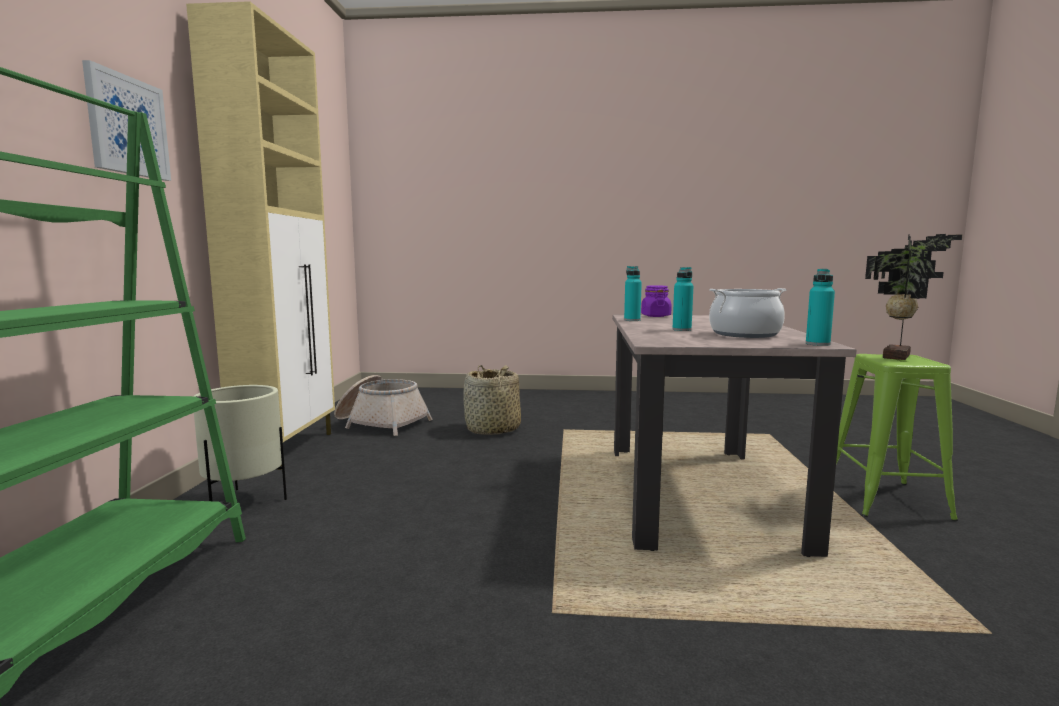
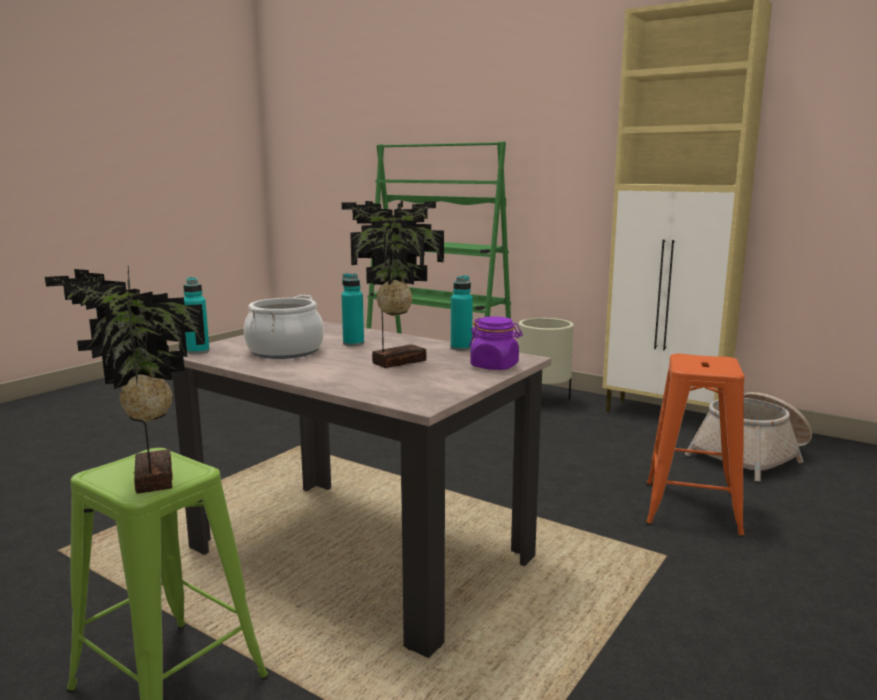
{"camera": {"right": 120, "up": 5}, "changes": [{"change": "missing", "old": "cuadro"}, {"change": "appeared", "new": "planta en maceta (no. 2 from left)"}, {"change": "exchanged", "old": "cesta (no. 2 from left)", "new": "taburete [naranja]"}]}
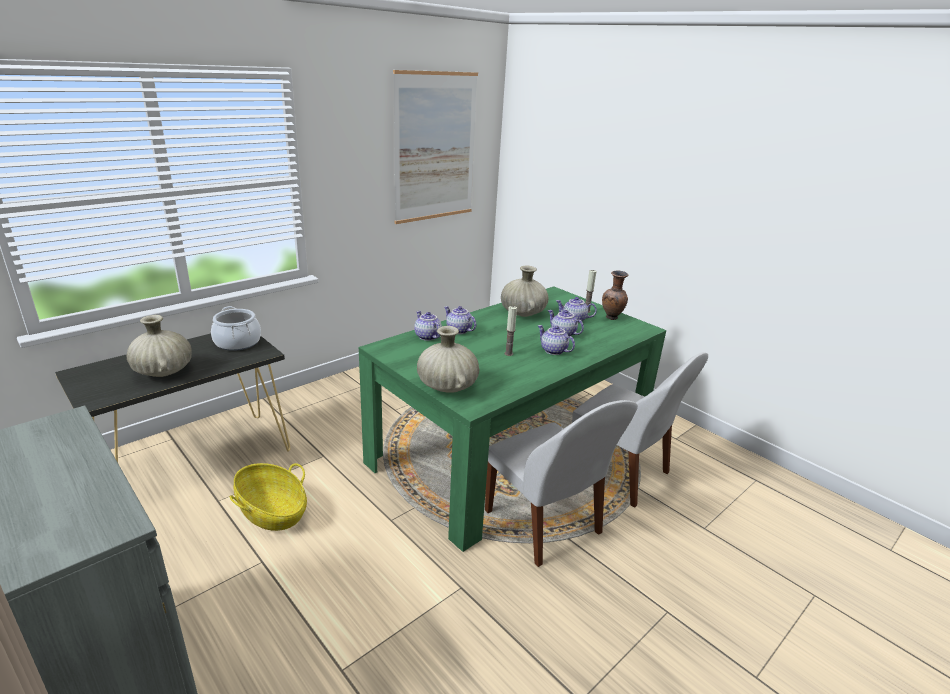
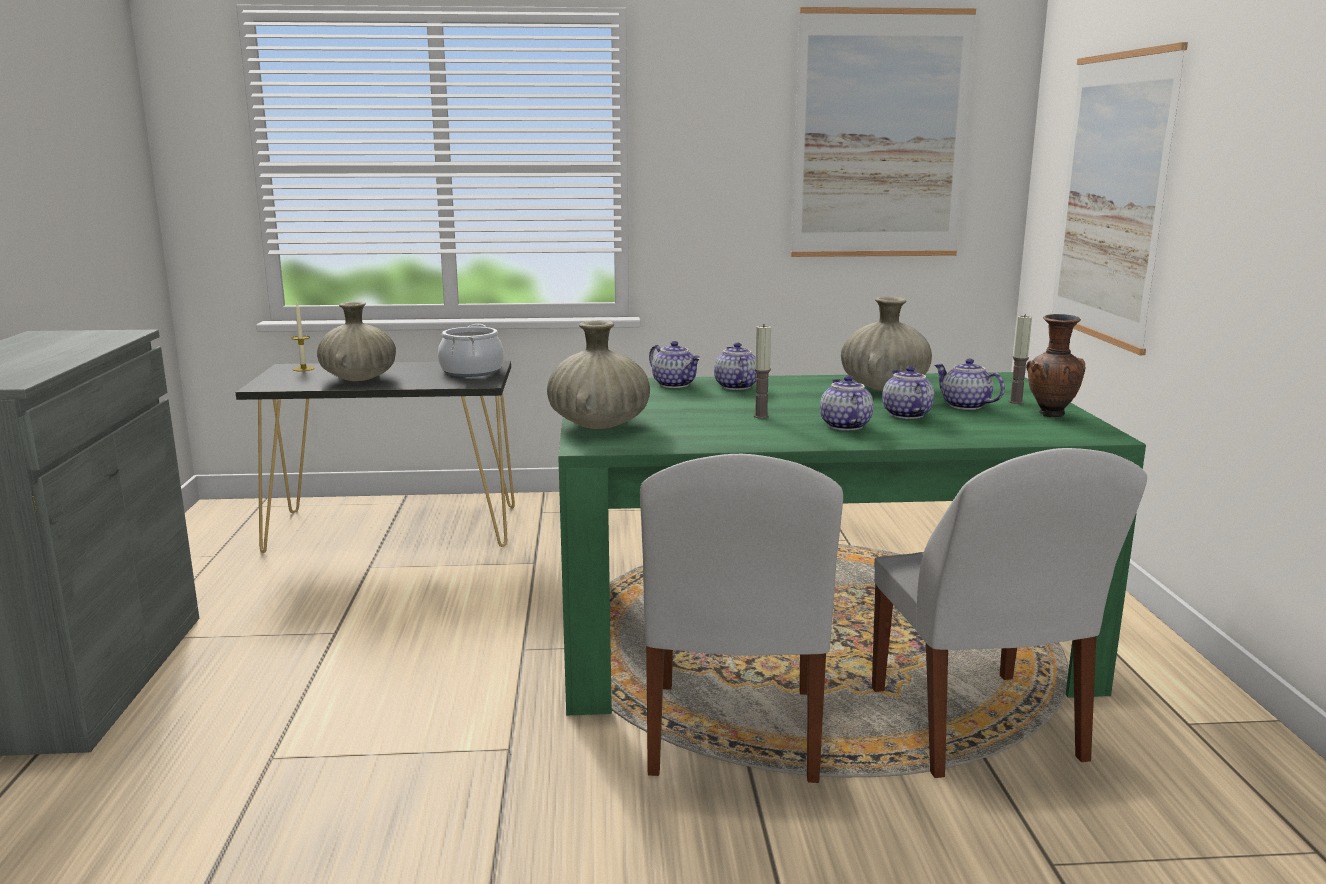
{"camera": {"right": 40, "up": -10}, "changes": [{"change": "missing", "old": "cesta"}, {"change": "appeared", "new": "vela (no. 1 from left)"}, {"change": "appeared", "new": "cuadro (no. 2 from left)"}, {"change": "spun", "old": "tetera (no. 1 from left)", "degrees": 135}]}
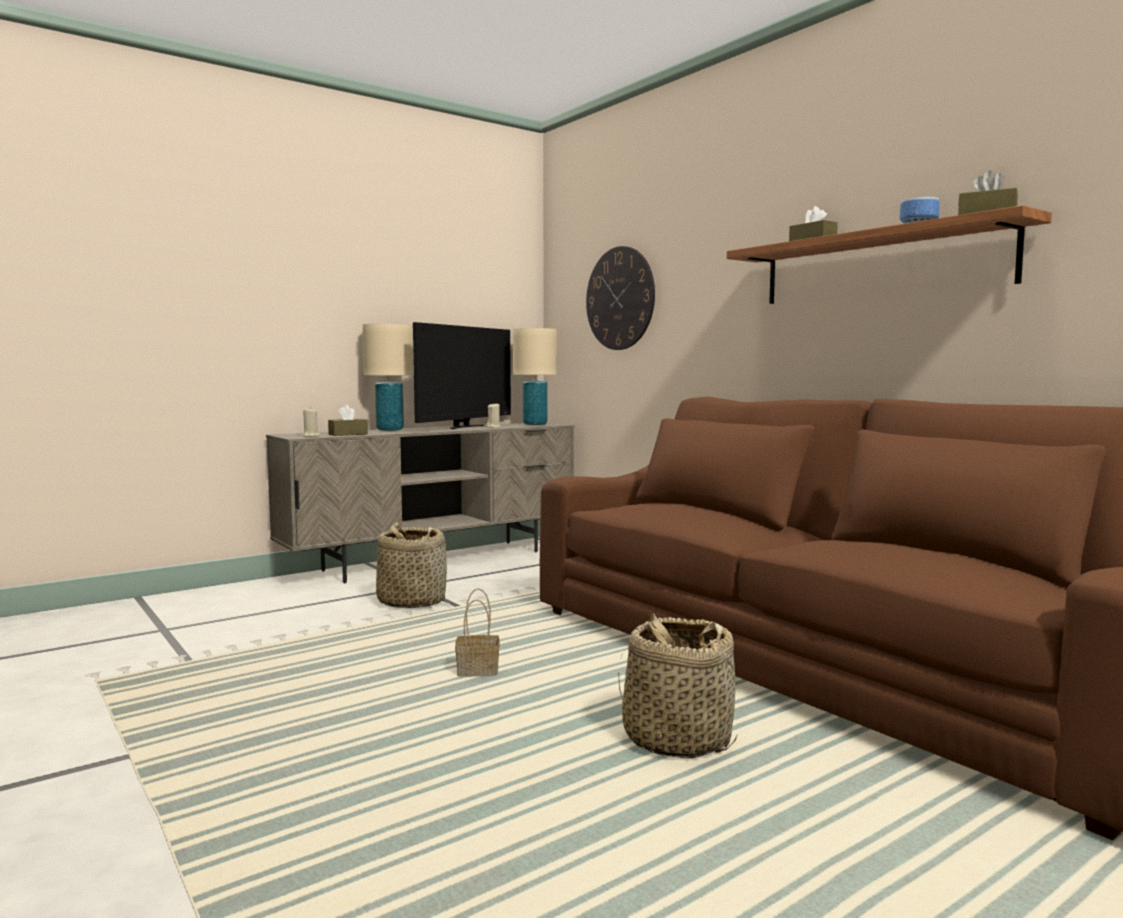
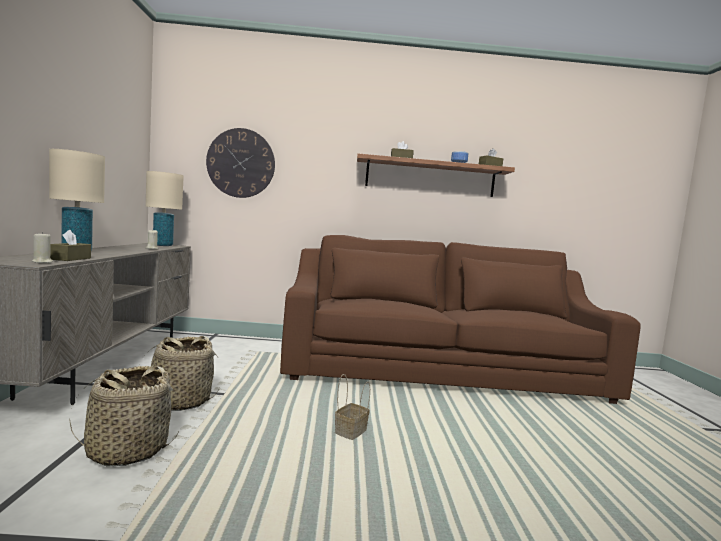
{"camera": {"right": -55, "up": 0}, "changes": [{"change": "missing", "old": "televisor"}, {"change": "relocated", "old": "cesta (no. 3 from left in the first image)", "new": "cesta (no. 1 from left)"}]}
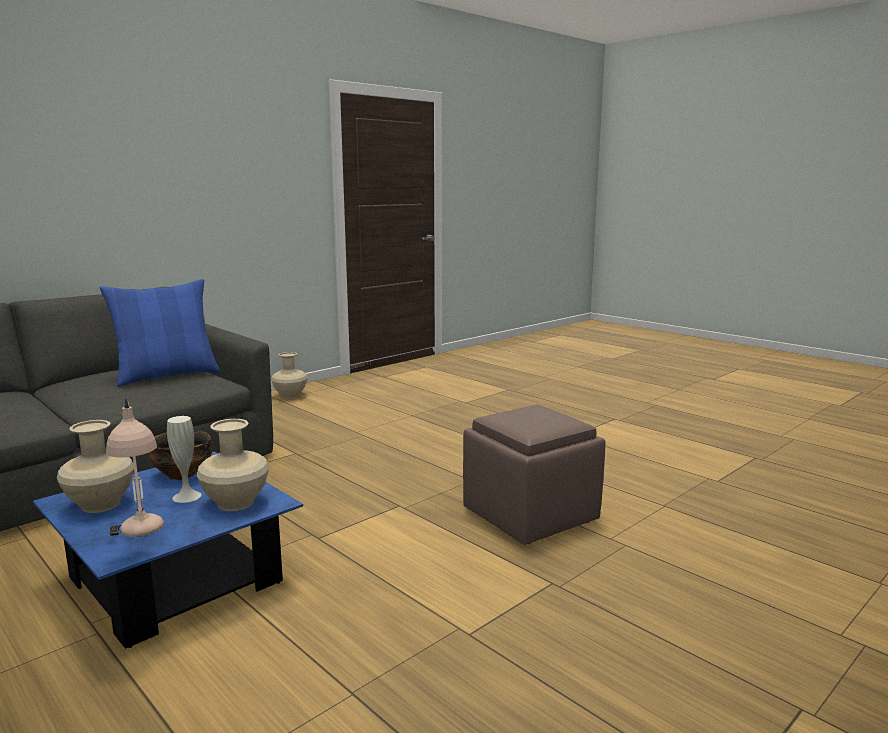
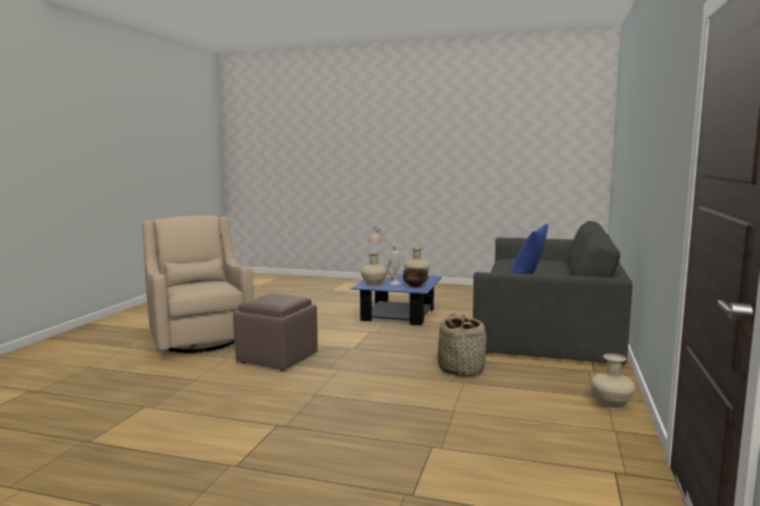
{"camera": {"right": 150, "up": -5}, "changes": [{"change": "appeared", "new": "sillón [beis]"}, {"change": "appeared", "new": "cesta"}]}
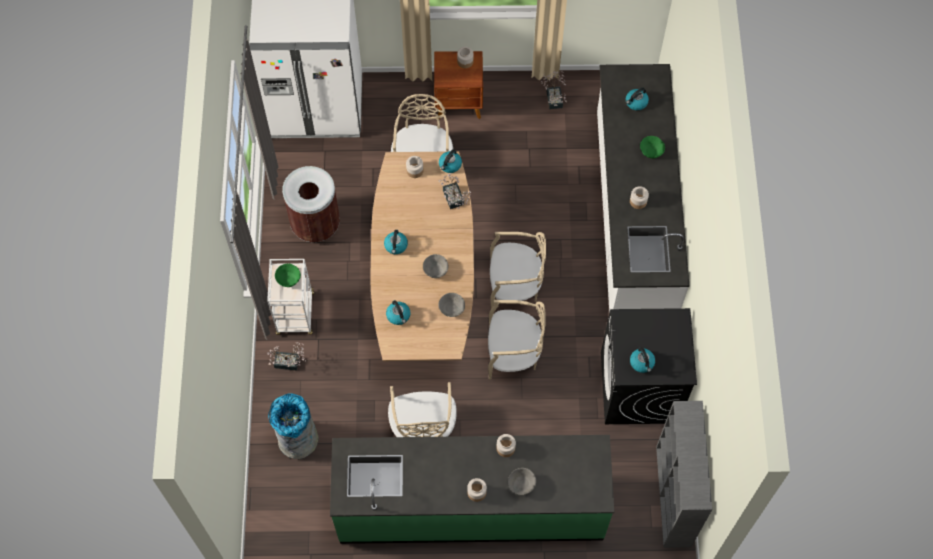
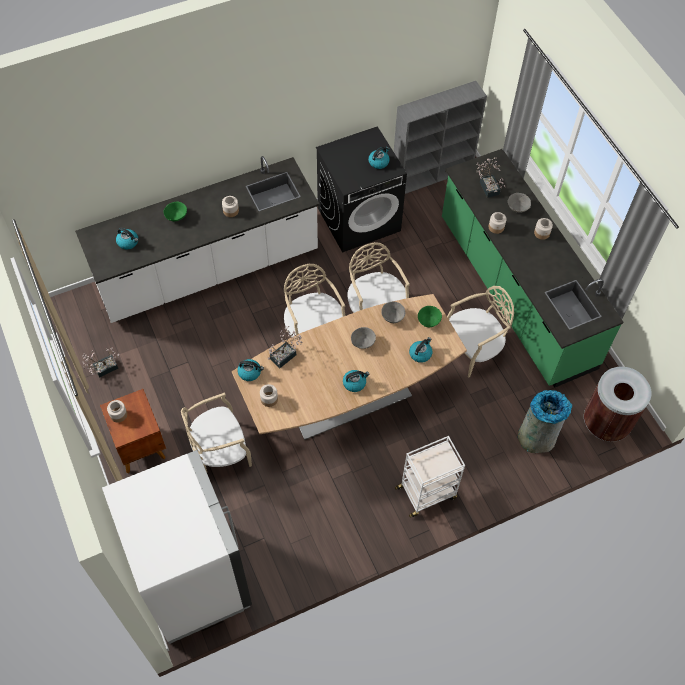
{"camera": {"right": -115, "up": -5}, "changes": [{"change": "relocated", "old": "planta en maceta (no. 1 from left in the first image)", "new": "planta en maceta (no. 3 from left)"}, {"change": "relocated", "old": "cuenco [verde] (no. 1 from left in the first image)", "new": "cuenco [verde] (no. 2 from left)"}, {"change": "relocated", "old": "papelera [marrón]"}]}
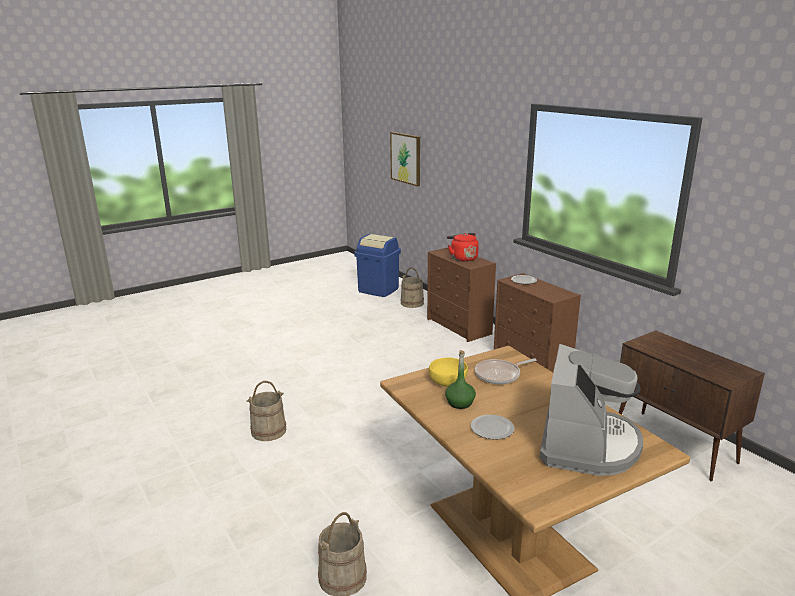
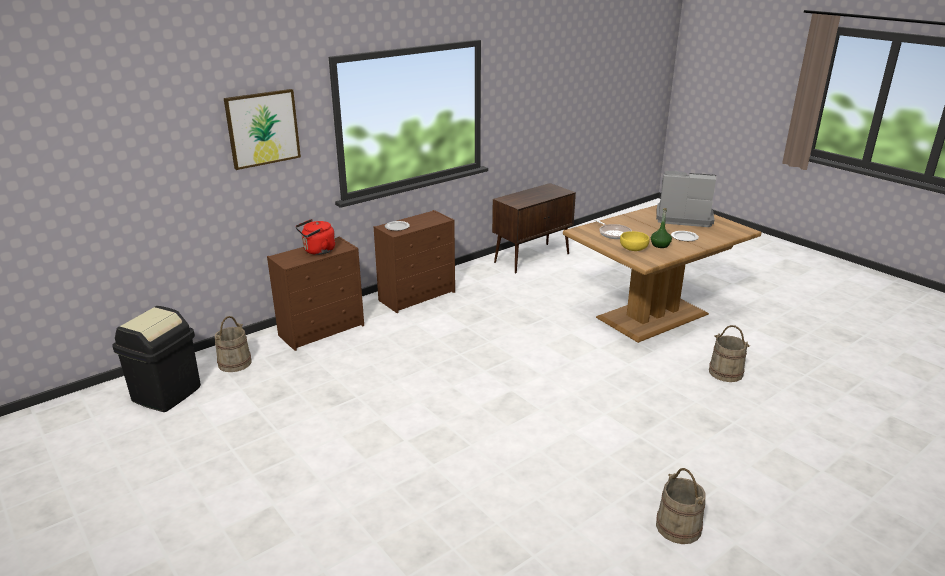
{"camera": {"right": -95, "up": 5}, "changes": [{"change": "relocated", "old": "cubo [beis] (no. 1 from left in the first image)", "new": "cubo [beis] (no. 2 from left)"}, {"change": "relocated", "old": "cuadro"}, {"change": "colour", "old": "papelera [azul]", "new": "papelera [negro]"}]}
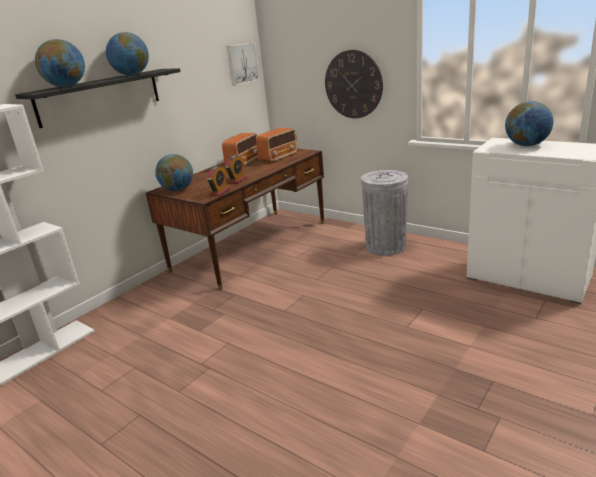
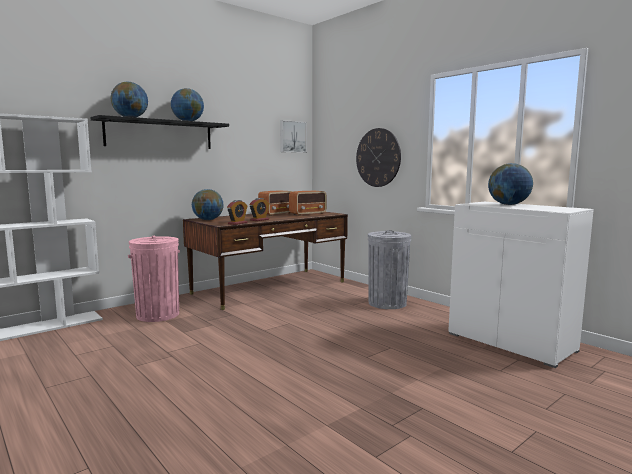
{"camera": {"right": 10, "up": -15}, "changes": [{"change": "appeared", "new": "papelera [rosa]"}]}
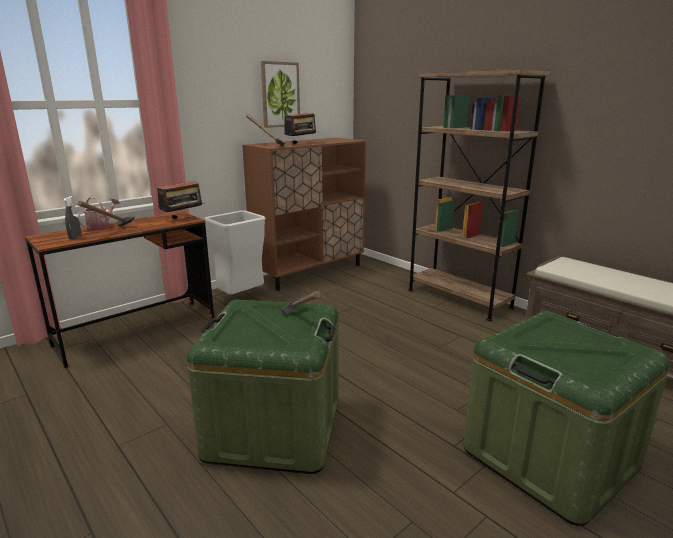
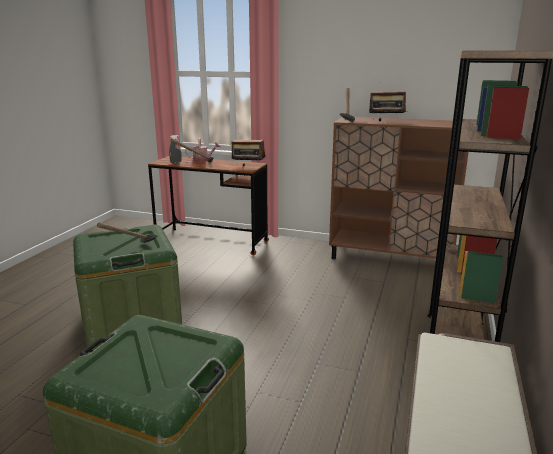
{"camera": {"right": 60, "up": 0}, "changes": [{"change": "missing", "old": "papelera [gris]"}, {"change": "missing", "old": "cuadro"}]}
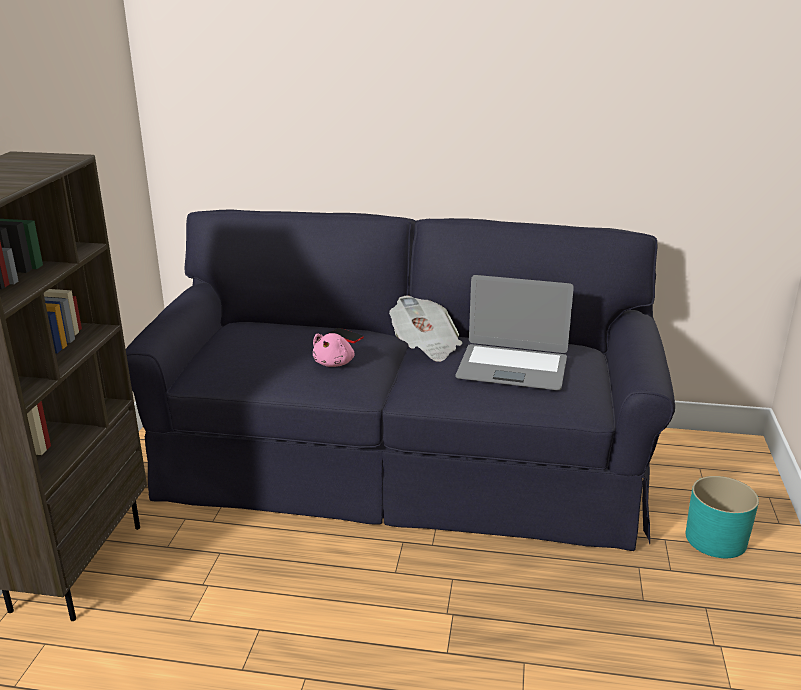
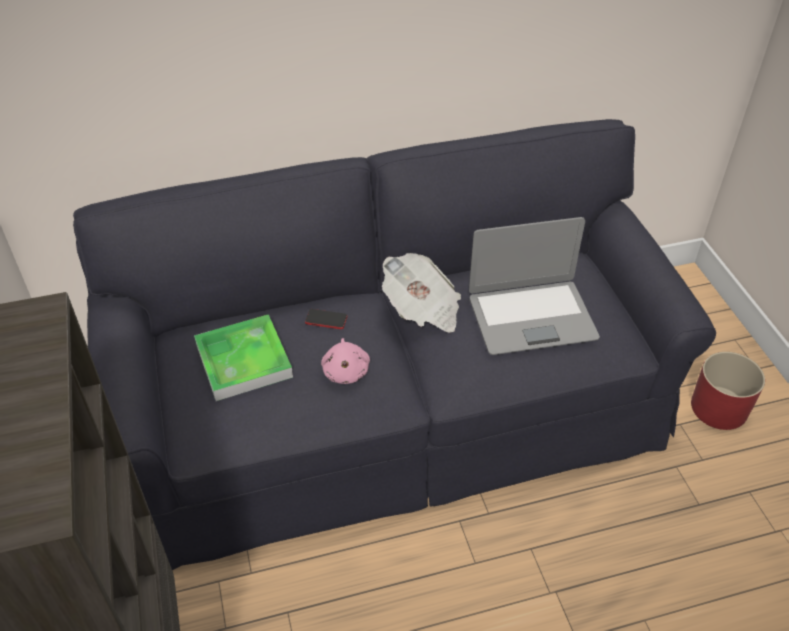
{"camera": {"right": -25, "up": 20}, "changes": [{"change": "appeared", "new": "bandeja"}, {"change": "colour", "old": "maceta [turquesa]", "new": "maceta [rojo]"}]}
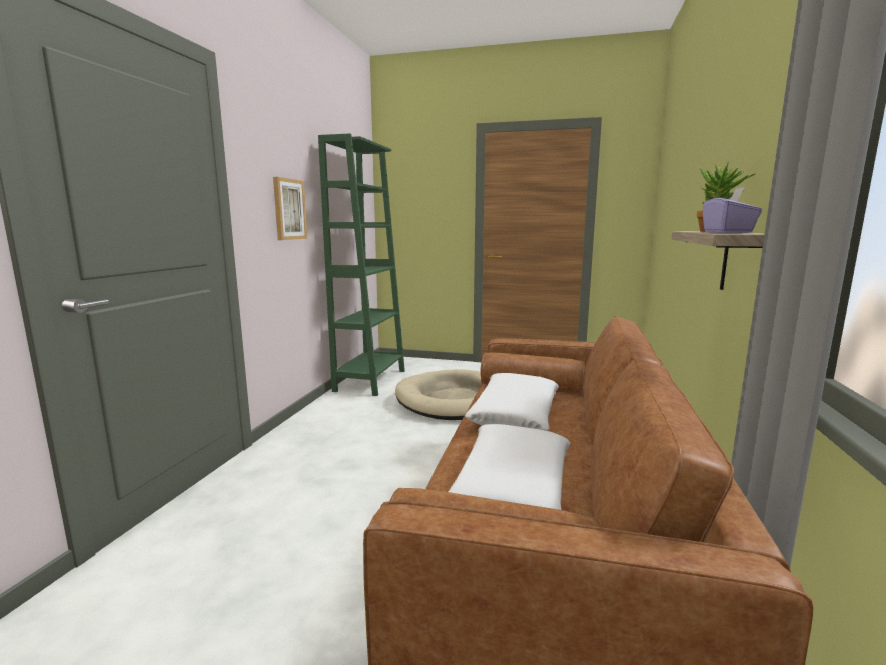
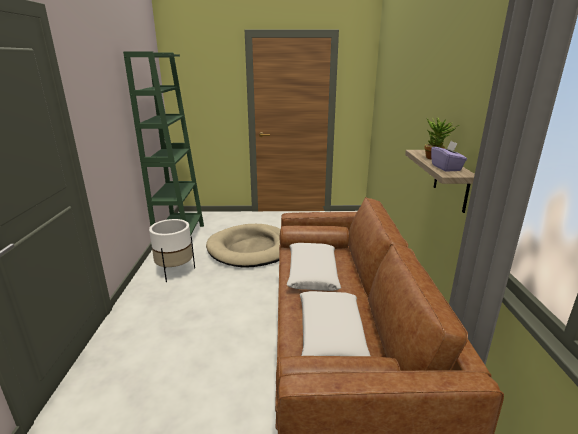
{"camera": {"right": -15, "up": 10}, "changes": [{"change": "missing", "old": "cuadro"}, {"change": "appeared", "new": "maceta [blanco]"}]}
